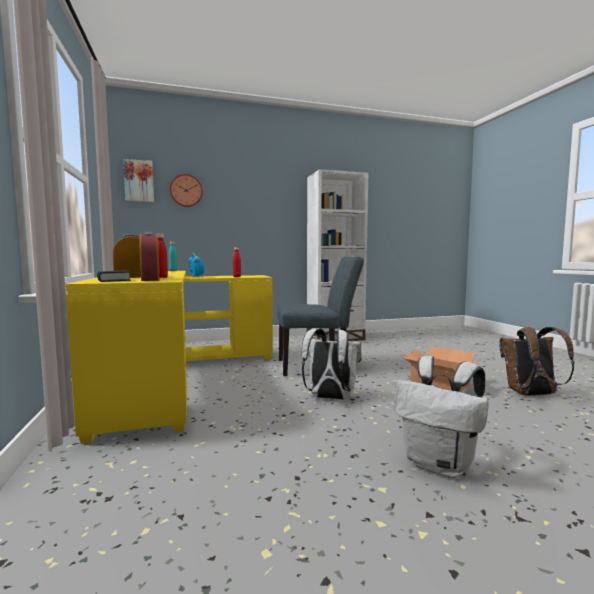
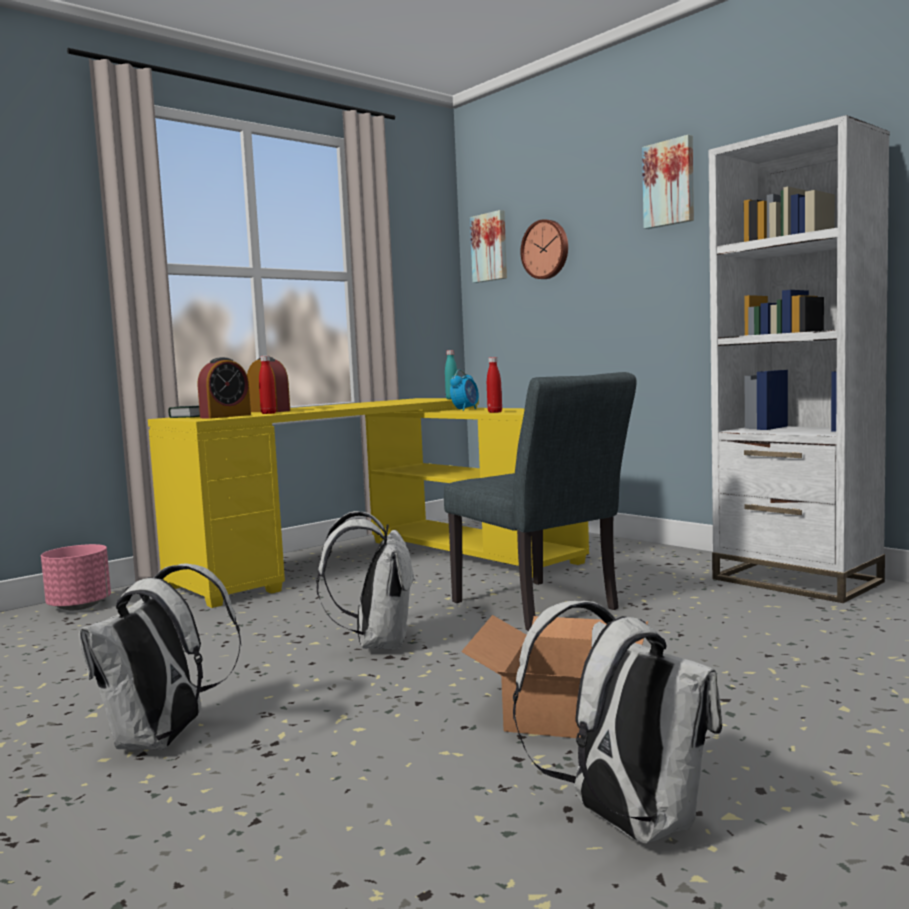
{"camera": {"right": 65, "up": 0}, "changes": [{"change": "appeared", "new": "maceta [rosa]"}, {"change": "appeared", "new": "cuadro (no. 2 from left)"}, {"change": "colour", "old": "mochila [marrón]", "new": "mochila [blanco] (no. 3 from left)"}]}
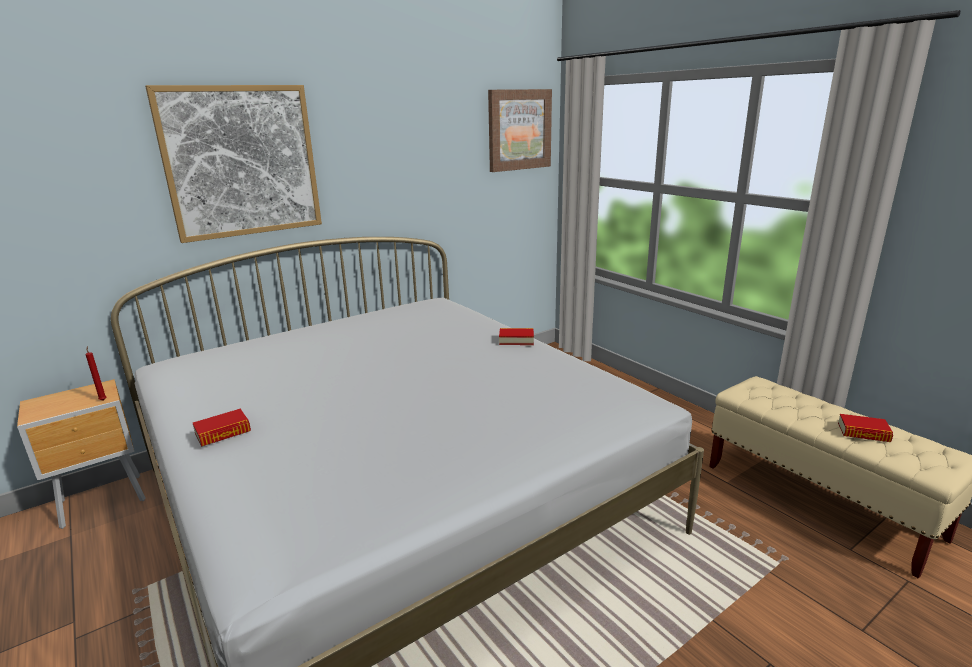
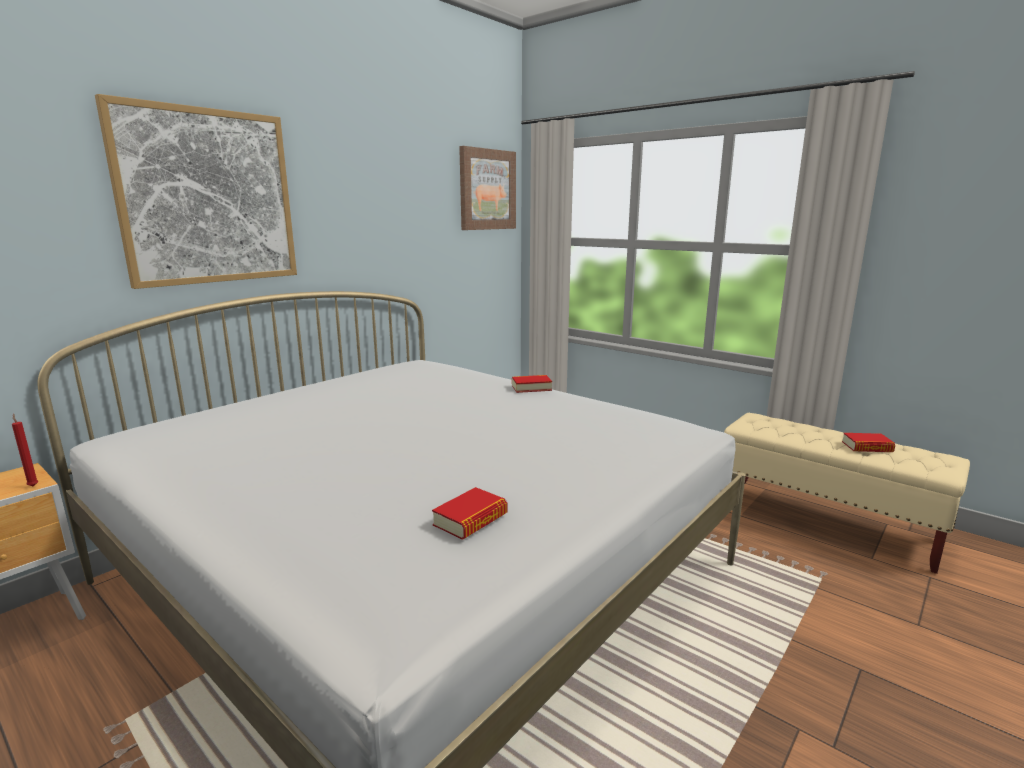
{"camera": {"right": -15, "up": -5}, "changes": [{"change": "relocated", "old": "libro (no. 1 from left)"}]}
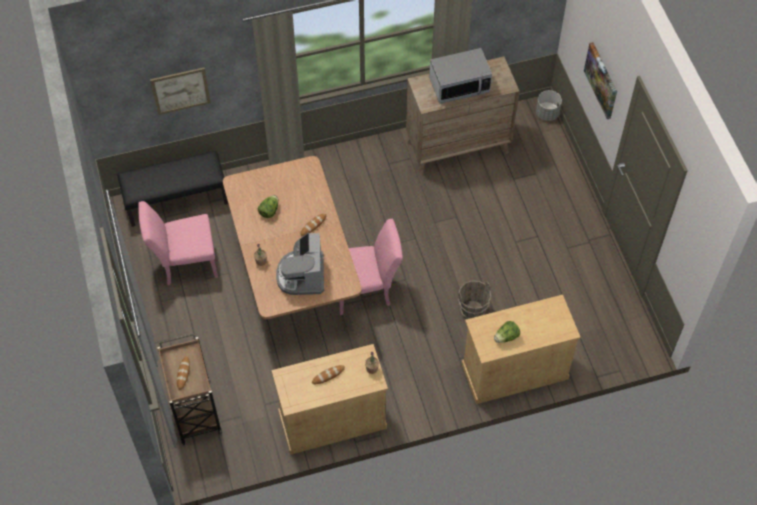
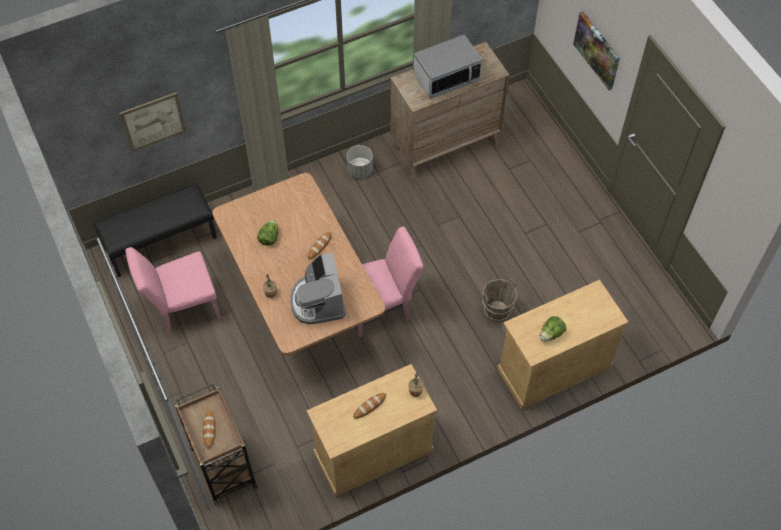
{"camera": {"right": -10, "up": 0}, "changes": [{"change": "relocated", "old": "maceta [gris]"}]}
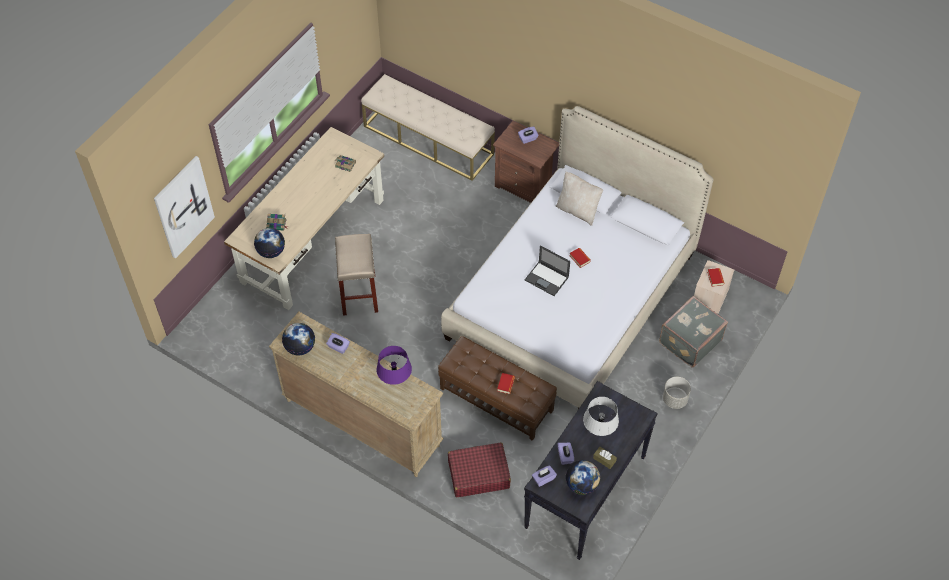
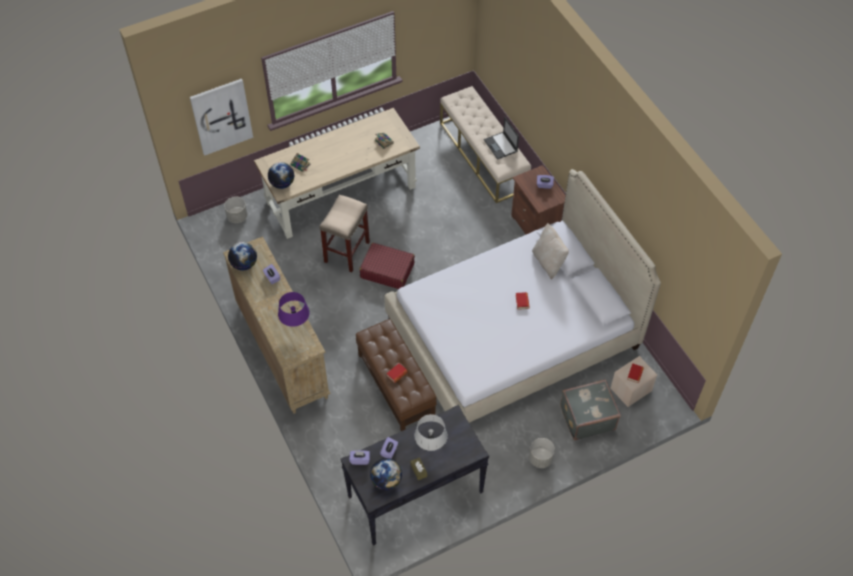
{"camera": {"right": 30, "up": 0}, "changes": [{"change": "appeared", "new": "maceta [gris] (no. 1 from left)"}, {"change": "relocated", "old": "maleta [rojo]"}, {"change": "relocated", "old": "portátil"}]}
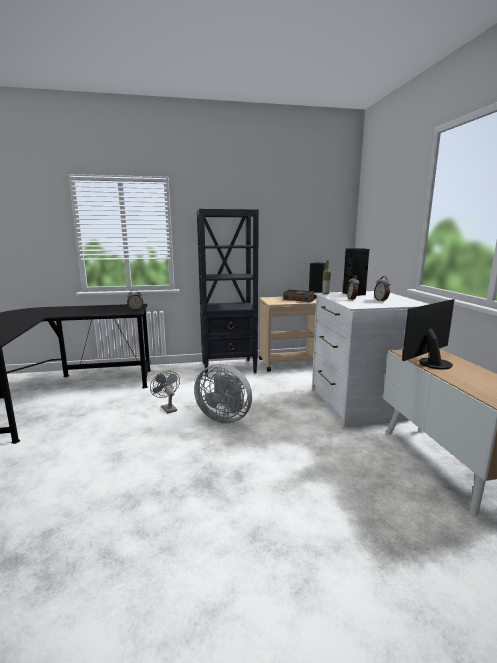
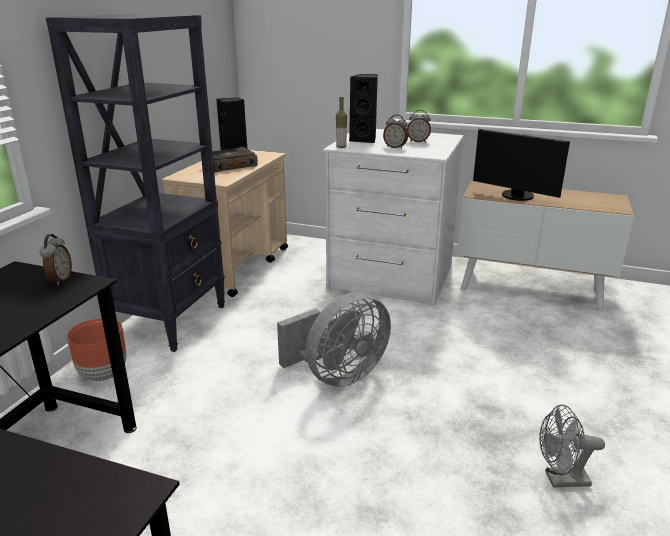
{"camera": {"right": -60, "up": 10}, "changes": [{"change": "appeared", "new": "maceta [marrón]"}, {"change": "relocated", "old": "ventilador [gris] (no. 1 from left in the first image)", "new": "ventilador [gris] (no. 2 from left)"}, {"change": "spun", "old": "monitor", "degrees": -45}]}
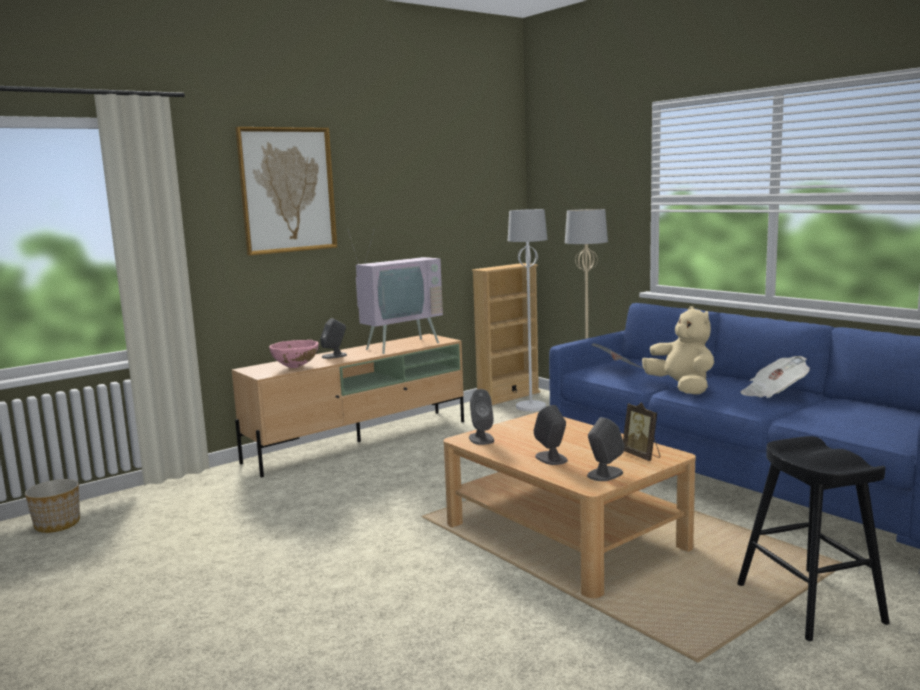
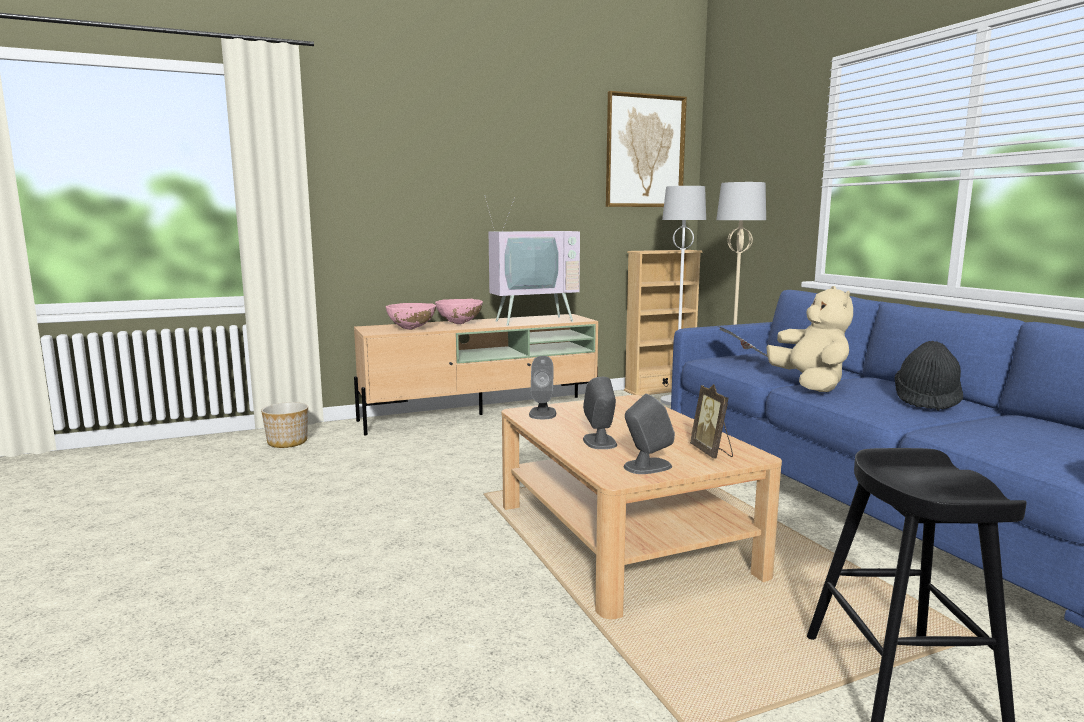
{"camera": {"right": 15, "up": 0}, "changes": [{"change": "relocated", "old": "maceta"}, {"change": "relocated", "old": "cuadro"}, {"change": "exchanged", "old": "altavoz [gris] (no. 1 from left)", "new": "cuenco [rosa] (no. 2 from left)"}, {"change": "exchanged", "old": "periódico (no. 2 from left)", "new": "sombrero [negro]"}]}
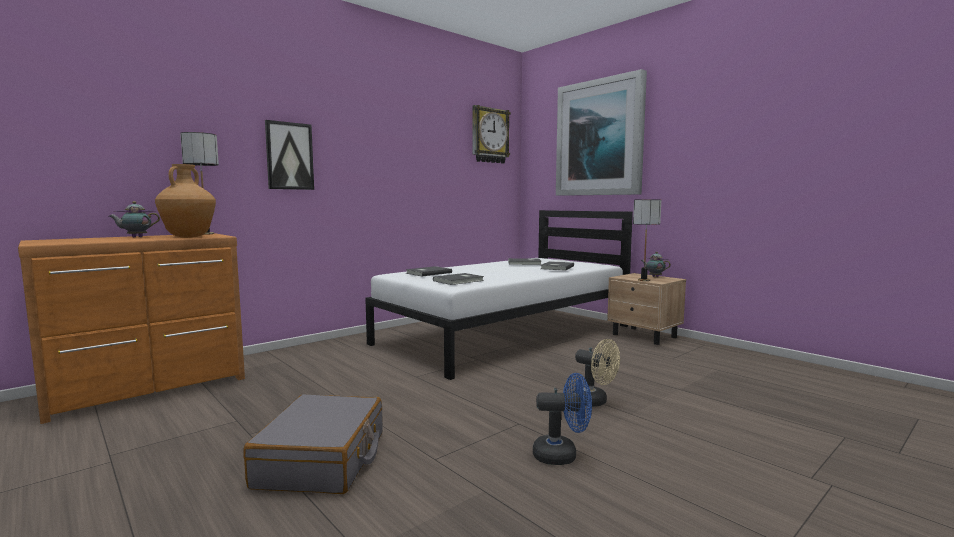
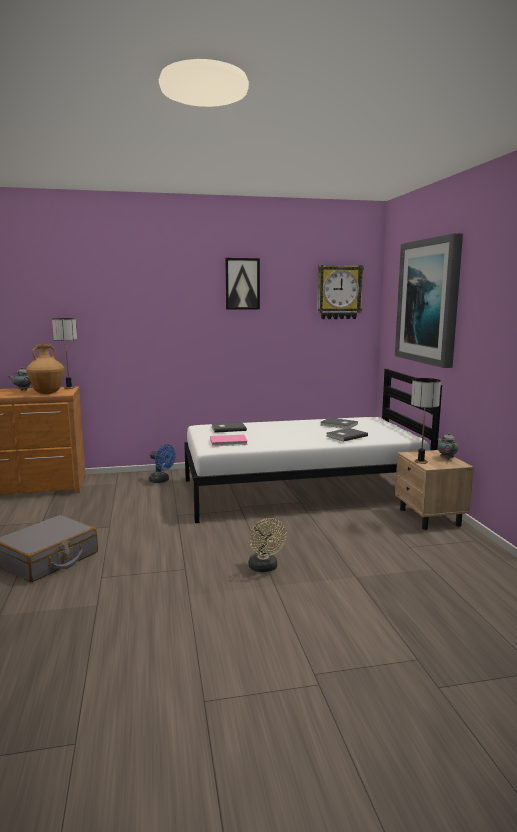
{"camera": {"right": 30, "up": 5}, "changes": [{"change": "relocated", "old": "cuadro (no. 1 from left)"}, {"change": "relocated", "old": "ventilador [azul]"}, {"change": "colour", "old": "libro [gris] (no. 2 from left)", "new": "libro [rosa]"}]}
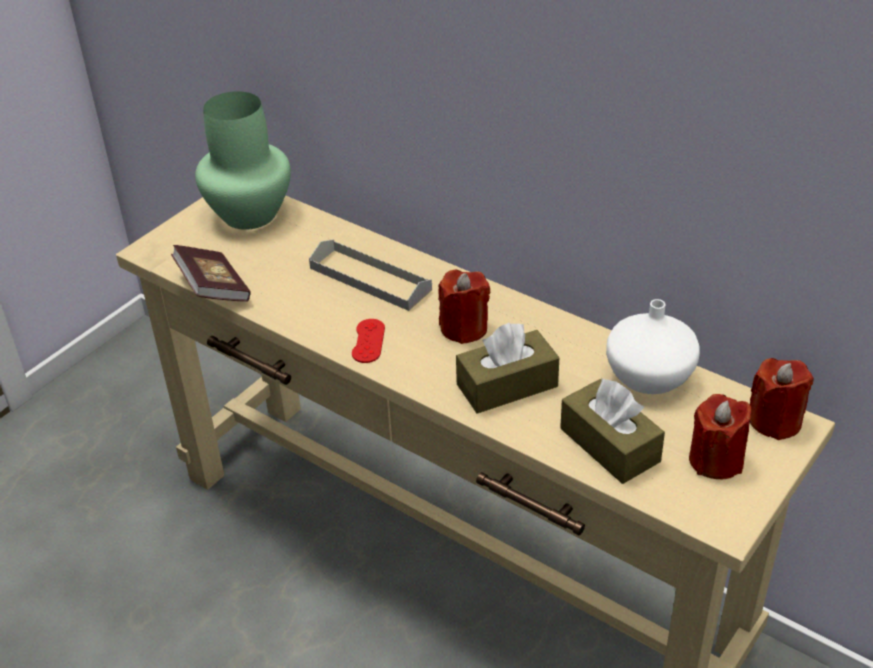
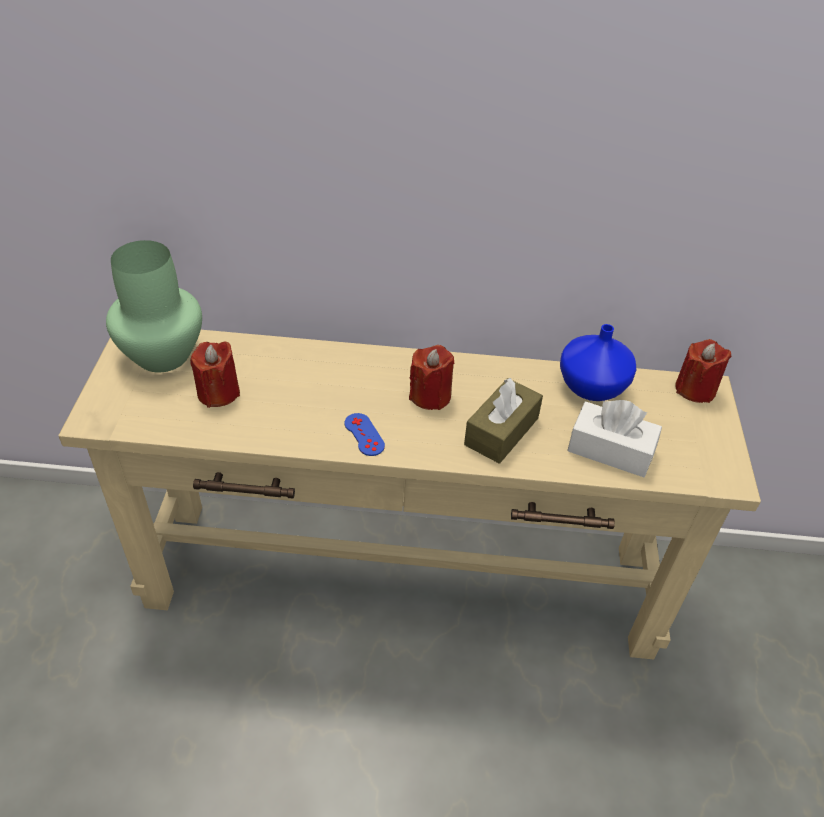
{"camera": {"right": -35, "up": 5}, "changes": [{"change": "missing", "old": "libro"}, {"change": "missing", "old": "bandeja [gris]"}, {"change": "relocated", "old": "vela [rojo] (no. 2 from left in the first image)", "new": "vela [rojo] (no. 1 from left)"}, {"change": "colour", "old": "mando de consola [rojo]", "new": "mando de consola [azul]"}, {"change": "colour", "old": "caja de pañuelos [marrón] (no. 2 from left)", "new": "caja de pañuelos [blanco]"}, {"change": "colour", "old": "florero [blanco]", "new": "florero [azul]"}]}
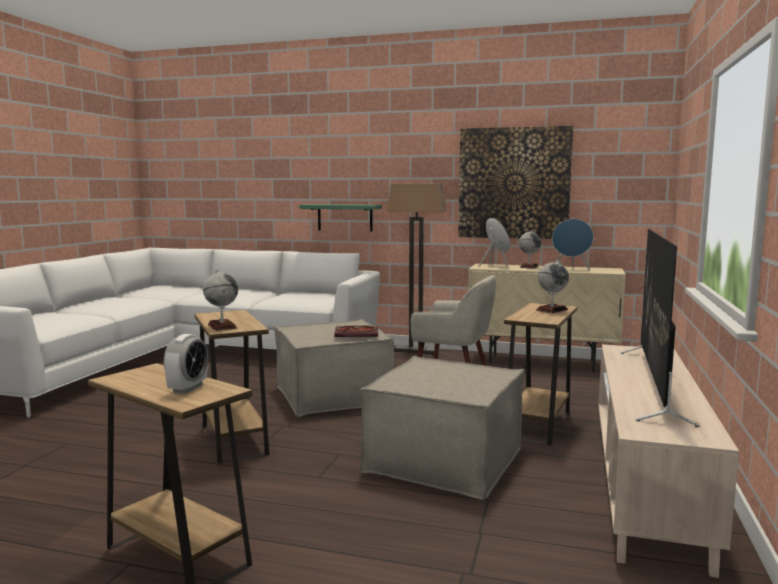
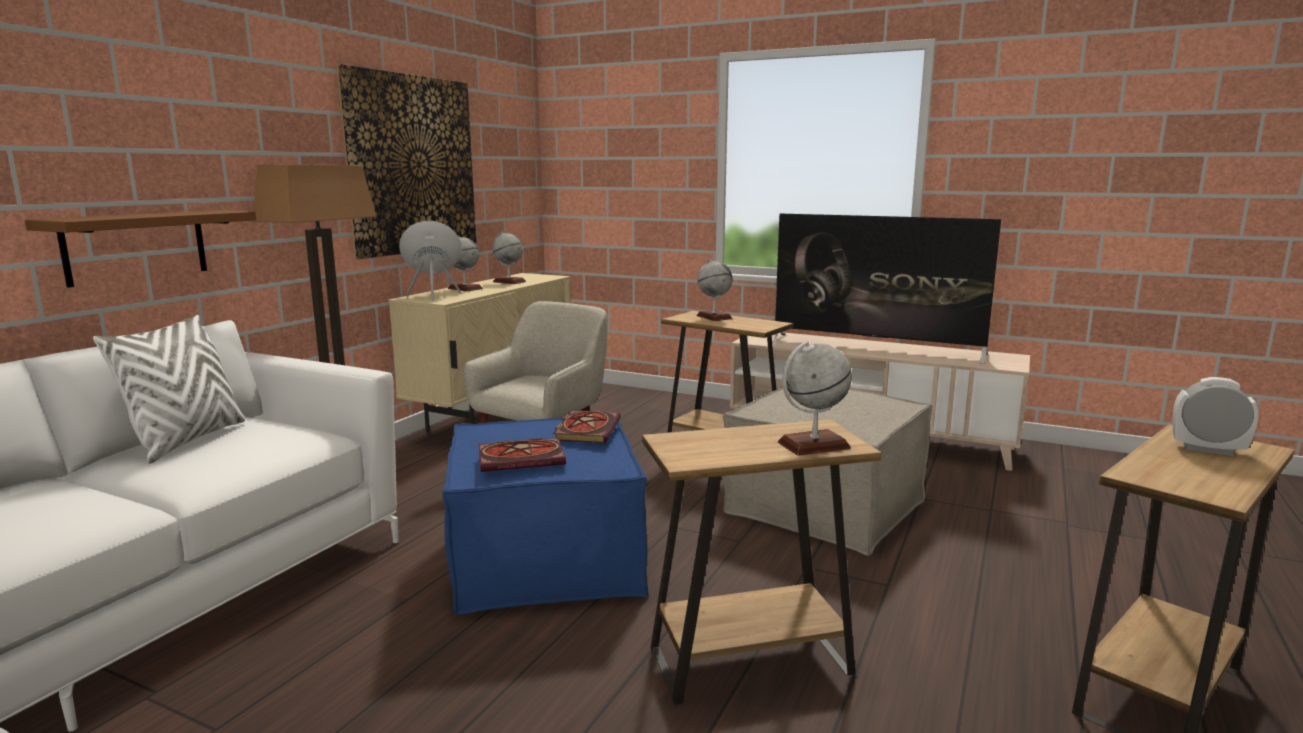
{"camera": {"right": -80, "up": 5}, "changes": [{"change": "appeared", "new": "cojín [blanco]"}, {"change": "appeared", "new": "libro (no. 1 from left)"}, {"change": "exchanged", "old": "altavoz [azul] (no. 2 from left)", "new": "globo terráqueo (no. 2 from left)"}, {"change": "colour", "old": "puf [beis] (no. 1 from left)", "new": "puf [azul]"}, {"change": "colour", "old": "estante [verde]", "new": "estante [marrón]"}]}
